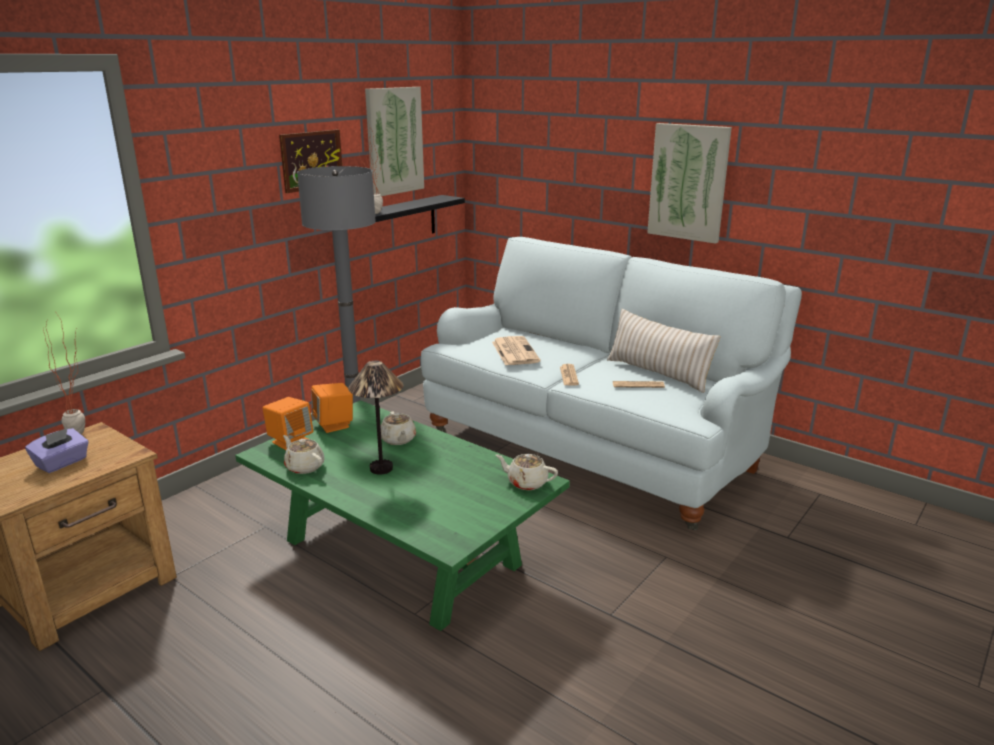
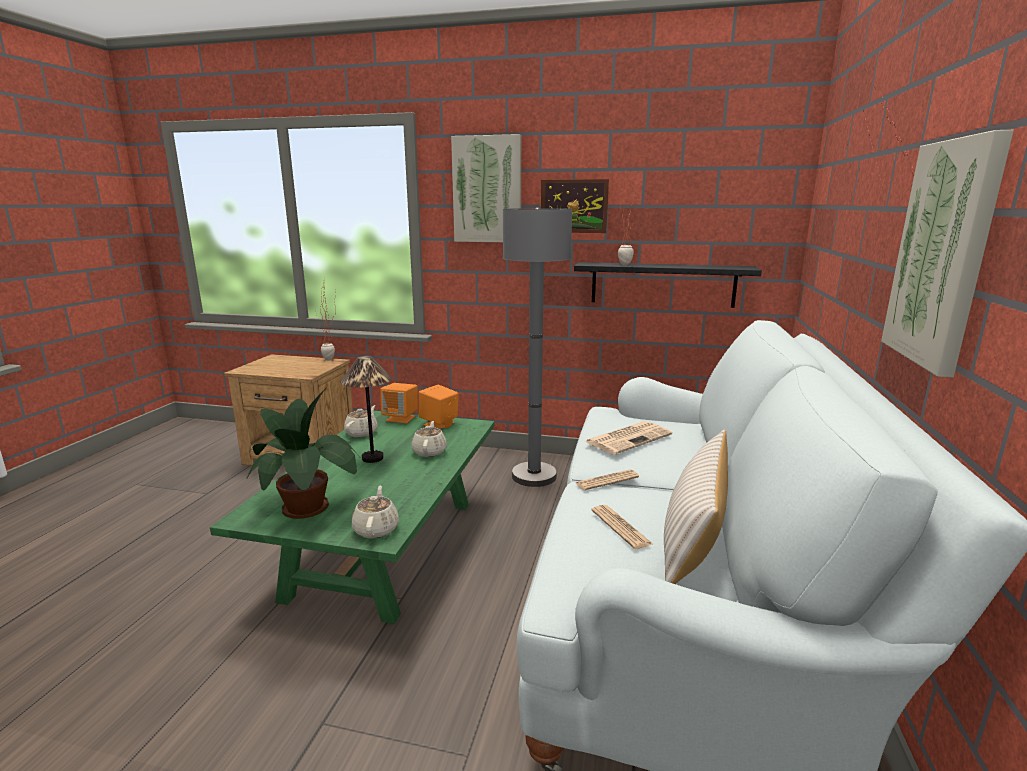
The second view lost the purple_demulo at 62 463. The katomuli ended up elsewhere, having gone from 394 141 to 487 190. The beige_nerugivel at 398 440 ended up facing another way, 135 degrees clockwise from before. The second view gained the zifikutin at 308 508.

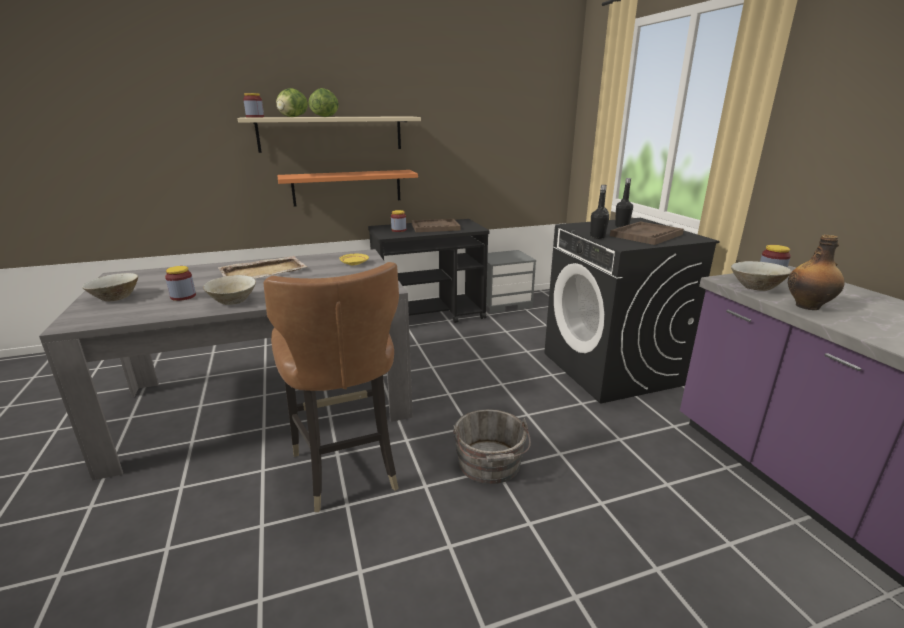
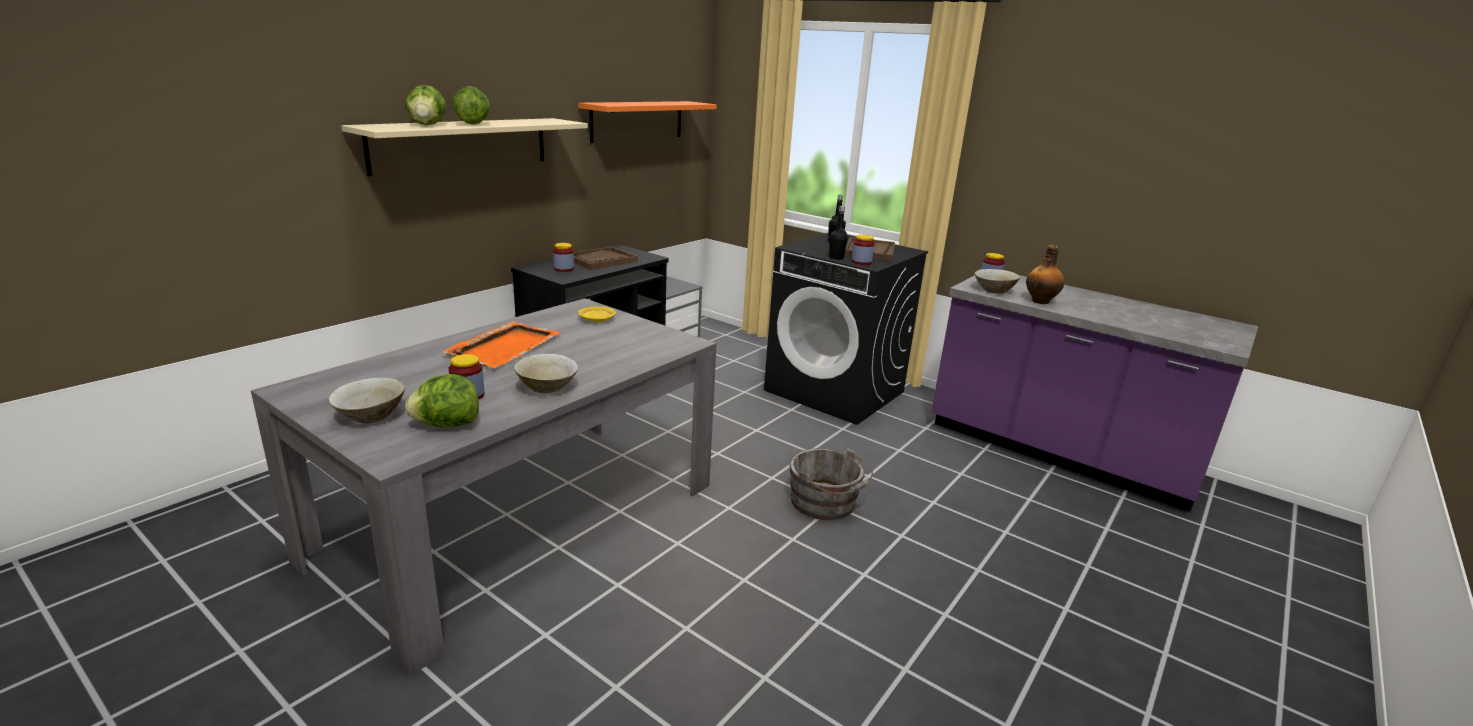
What was the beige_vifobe at 264 271 turned into the orange_vifobe at 505 347. The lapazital ended up elsewhere, having gone from 255 117 to 861 262. The second view lost the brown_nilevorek at 347 468. The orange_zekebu ended up elsewhere, having gone from 347 187 to 637 120. The second view gained the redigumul at 447 425.

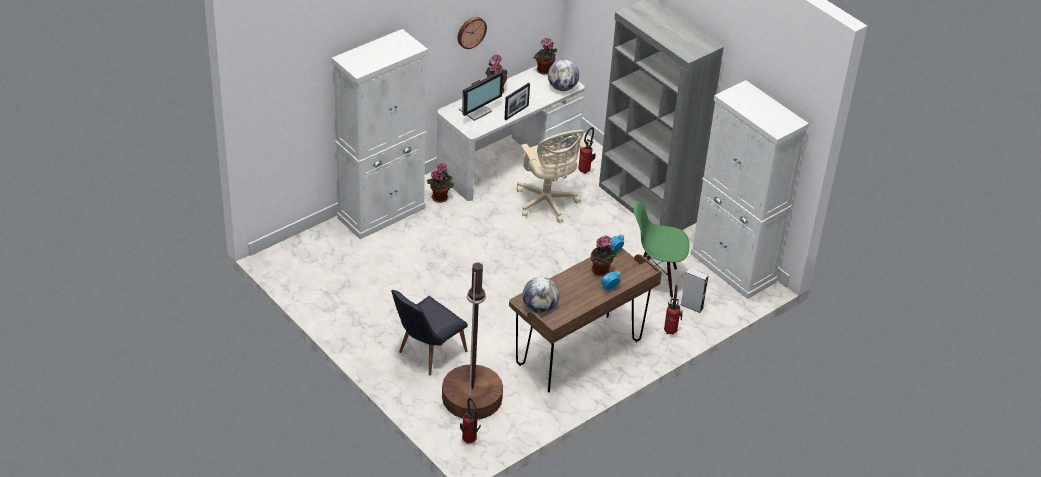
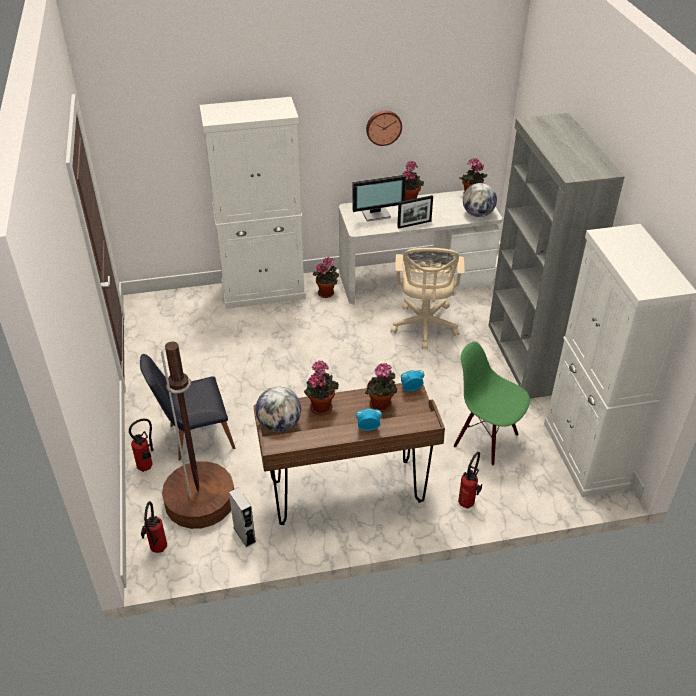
The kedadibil ended up elsewhere, having gone from 586 170 to 148 467. The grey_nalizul ended up elsewhere, having gone from 691 306 to 244 534. The second view gained the zifikutin at 321 406.

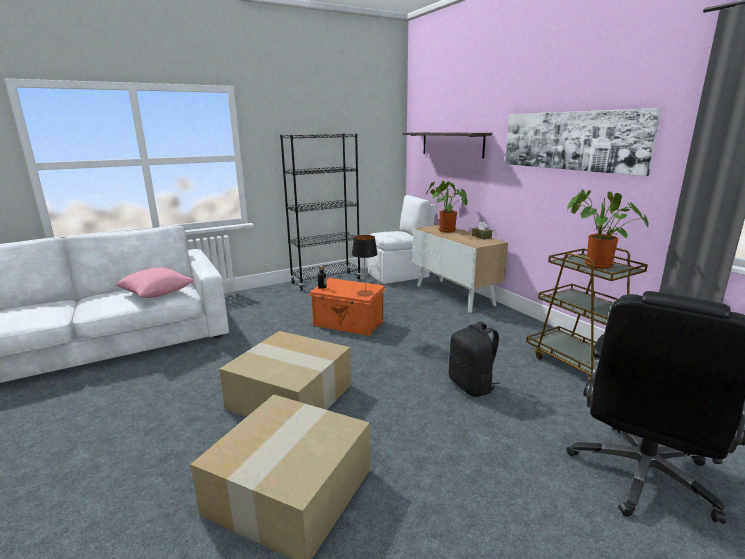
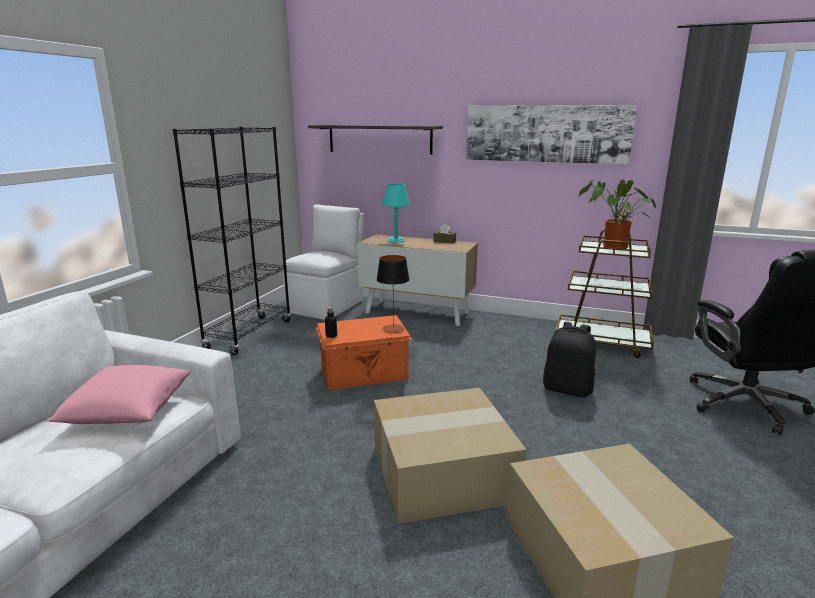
Where the zifikutin stood at 445 230, the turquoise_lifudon came to stand at 396 240.

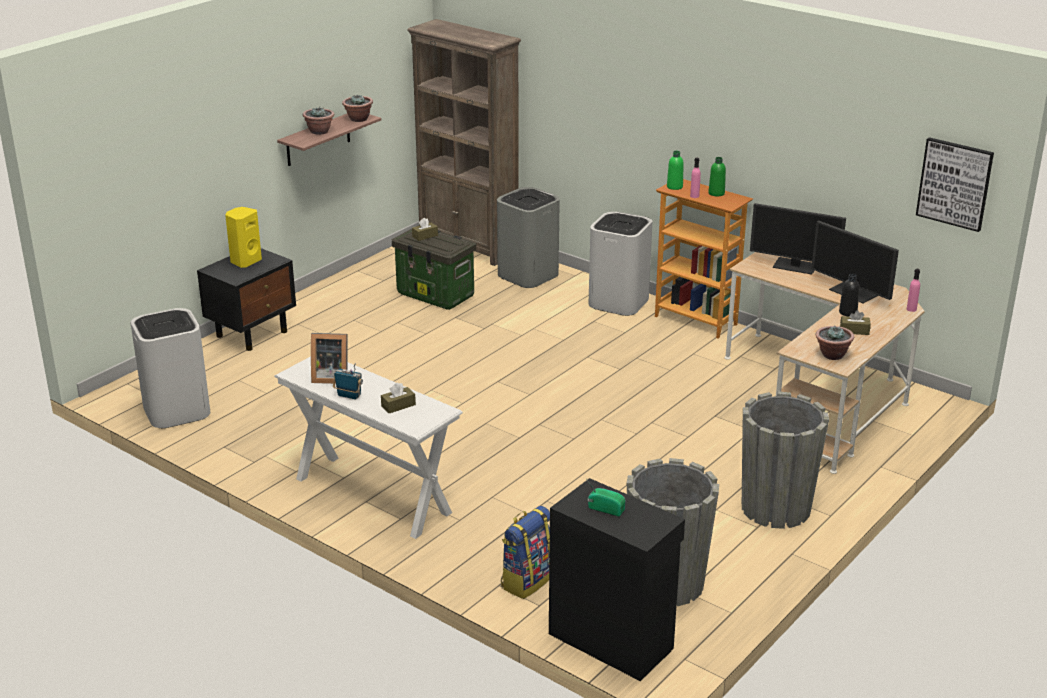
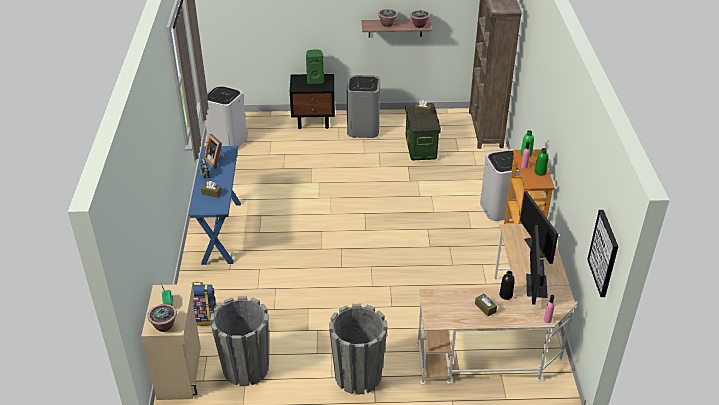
What was the yellow_nalizul at 245 261 turned into the green_nalizul at 315 80. What was the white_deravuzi at 372 495 turned into the blue_deravuzi at 221 232. The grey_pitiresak ended up elsewhere, having gone from 528 274 to 363 129. What was the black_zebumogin at 611 639 turned into the beige_zebumogin at 180 372. The zifikutin ended up elsewhere, having gone from 832 355 to 164 326.

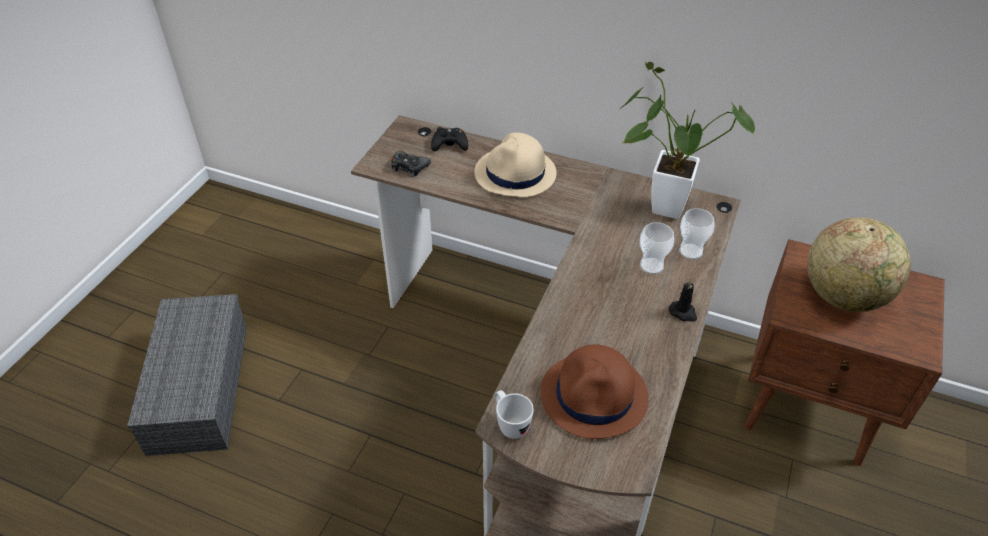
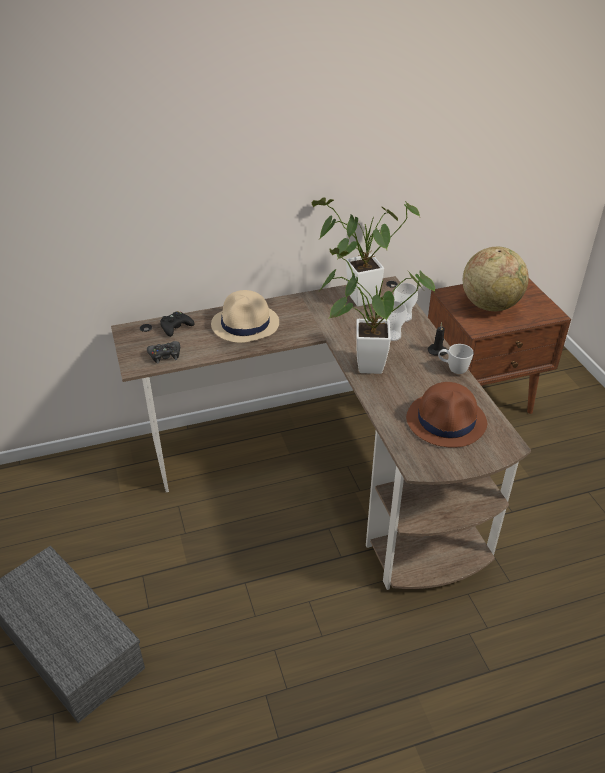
The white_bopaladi ended up elsewhere, having gone from 510 424 to 453 369. The second view gained the zifikutin at 362 366.

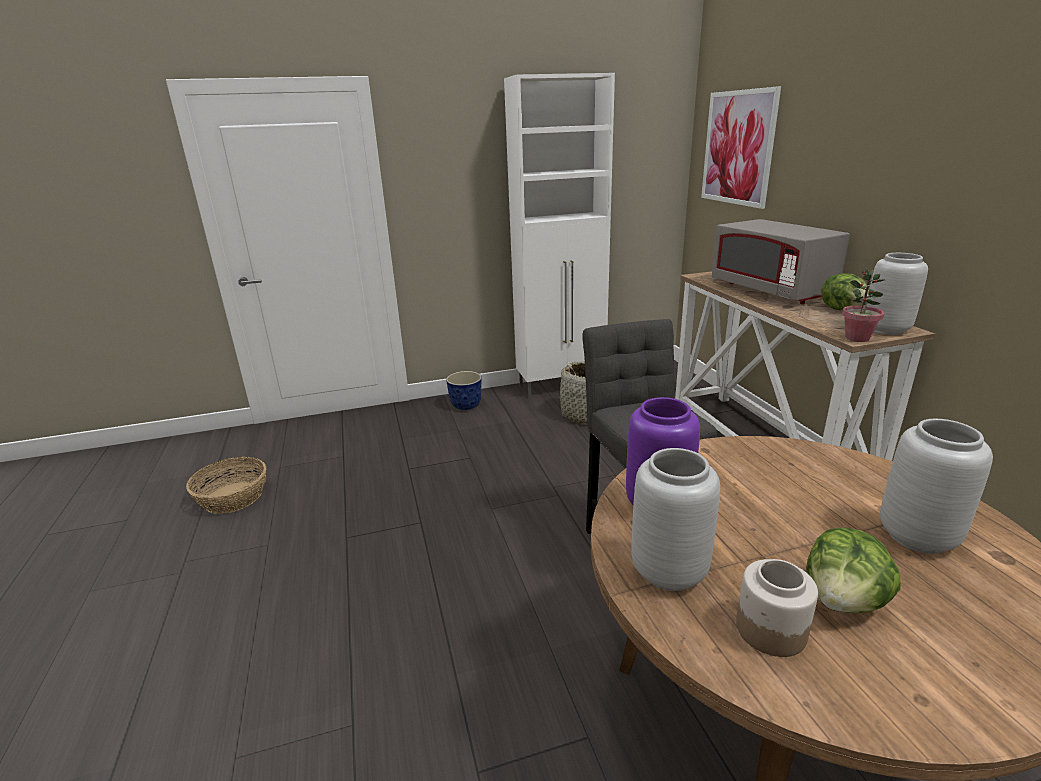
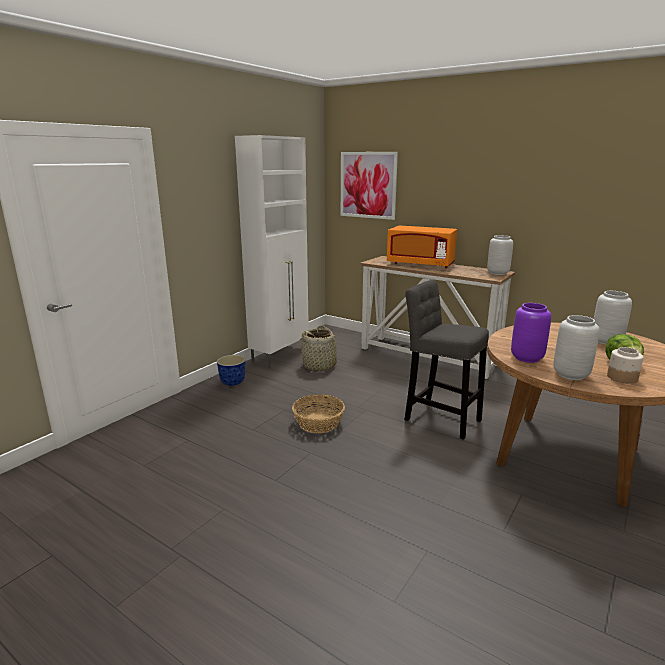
The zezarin ended up elsewhere, having gone from 233 498 to 319 423. What was the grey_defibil at 771 290 turned into the orange_defibil at 420 264. The second view lost the redigumul at 842 309. The second view lost the zifikutin at 857 338.

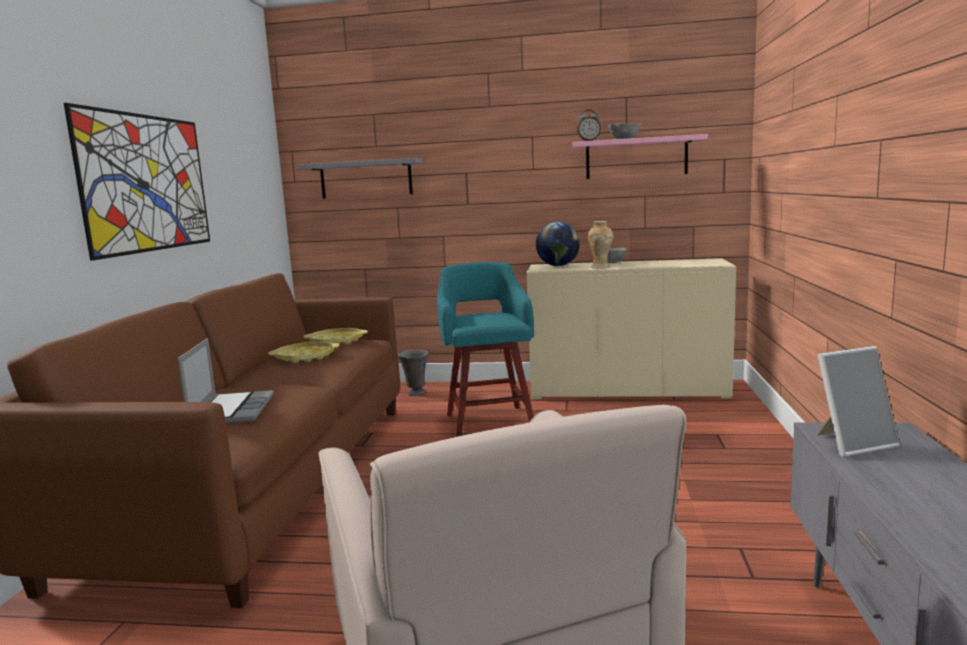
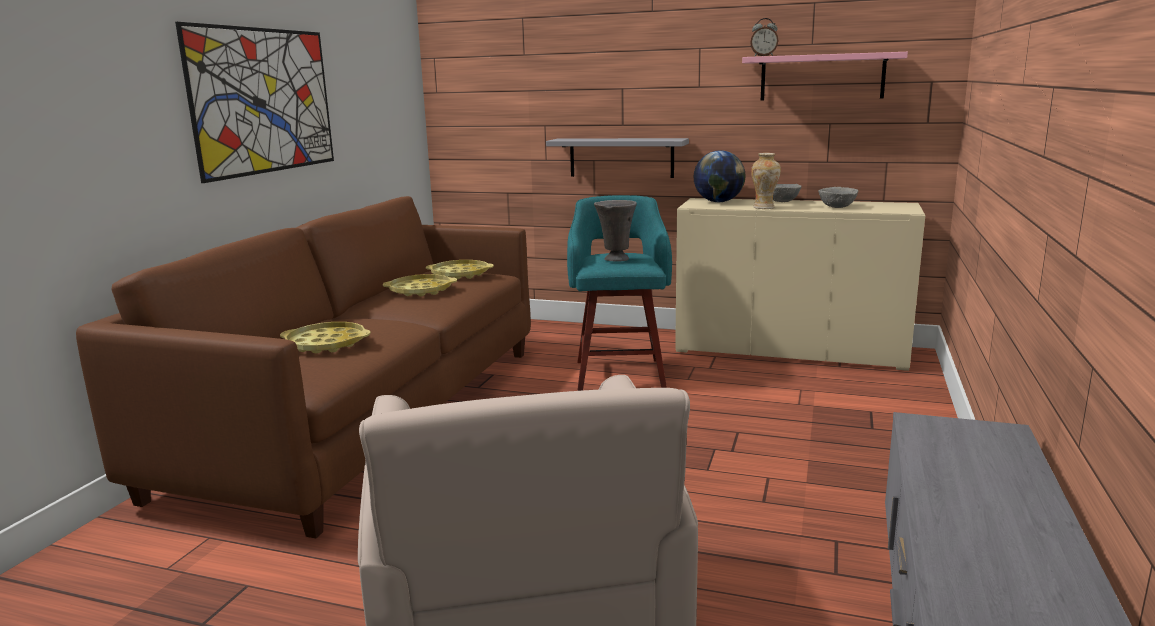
Where the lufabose stood at 231 410, the yellow_vifobe came to stand at 326 344. The grey_zekebu ended up elsewhere, having gone from 366 179 to 621 157. The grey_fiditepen ended up elsewhere, having gone from 415 393 to 615 259. The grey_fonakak ended up elsewhere, having gone from 624 139 to 837 207. The second view lost the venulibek at 852 443.

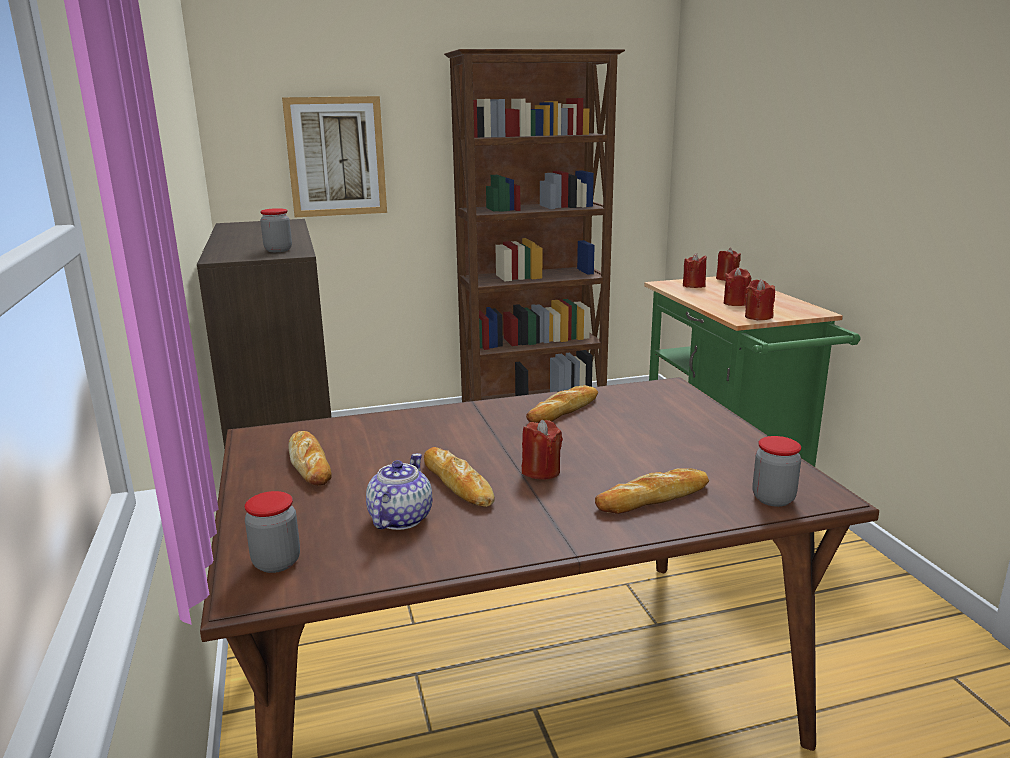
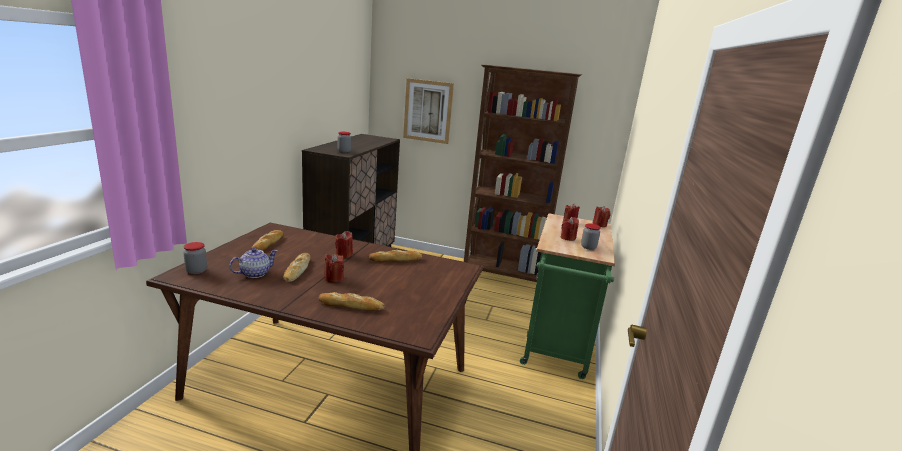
The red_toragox ended up elsewhere, having gone from 758 317 to 344 254. The lapazital ended up elsewhere, having gone from 773 499 to 588 247.

